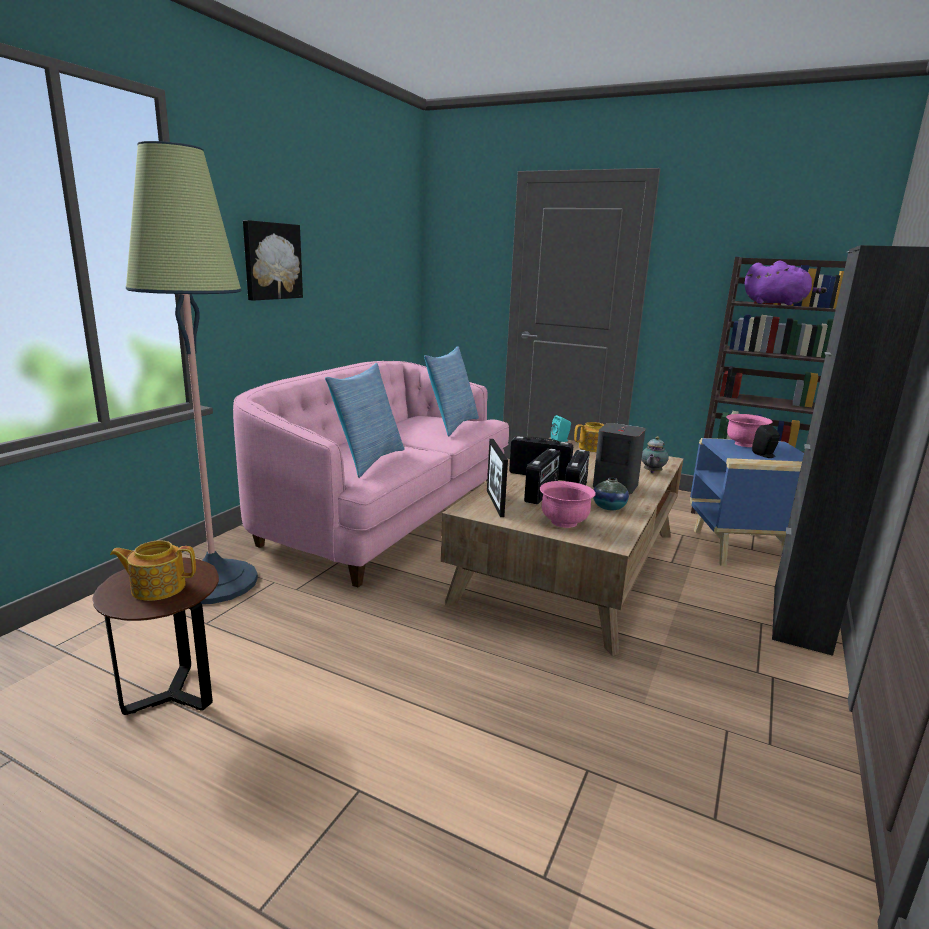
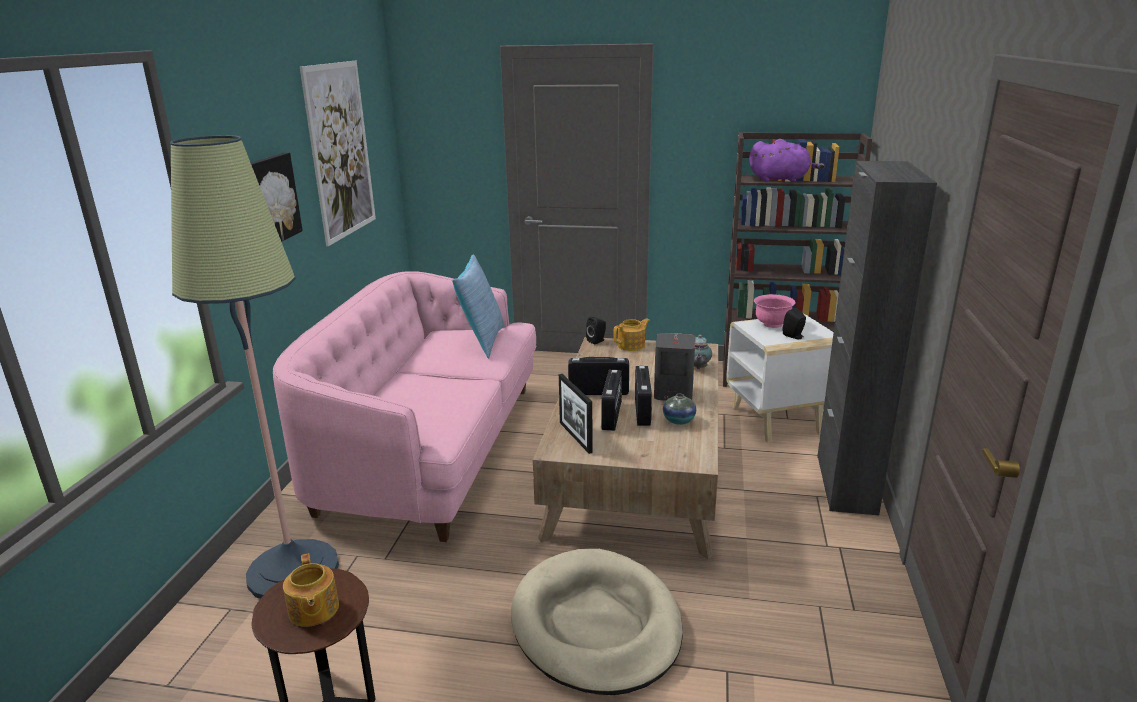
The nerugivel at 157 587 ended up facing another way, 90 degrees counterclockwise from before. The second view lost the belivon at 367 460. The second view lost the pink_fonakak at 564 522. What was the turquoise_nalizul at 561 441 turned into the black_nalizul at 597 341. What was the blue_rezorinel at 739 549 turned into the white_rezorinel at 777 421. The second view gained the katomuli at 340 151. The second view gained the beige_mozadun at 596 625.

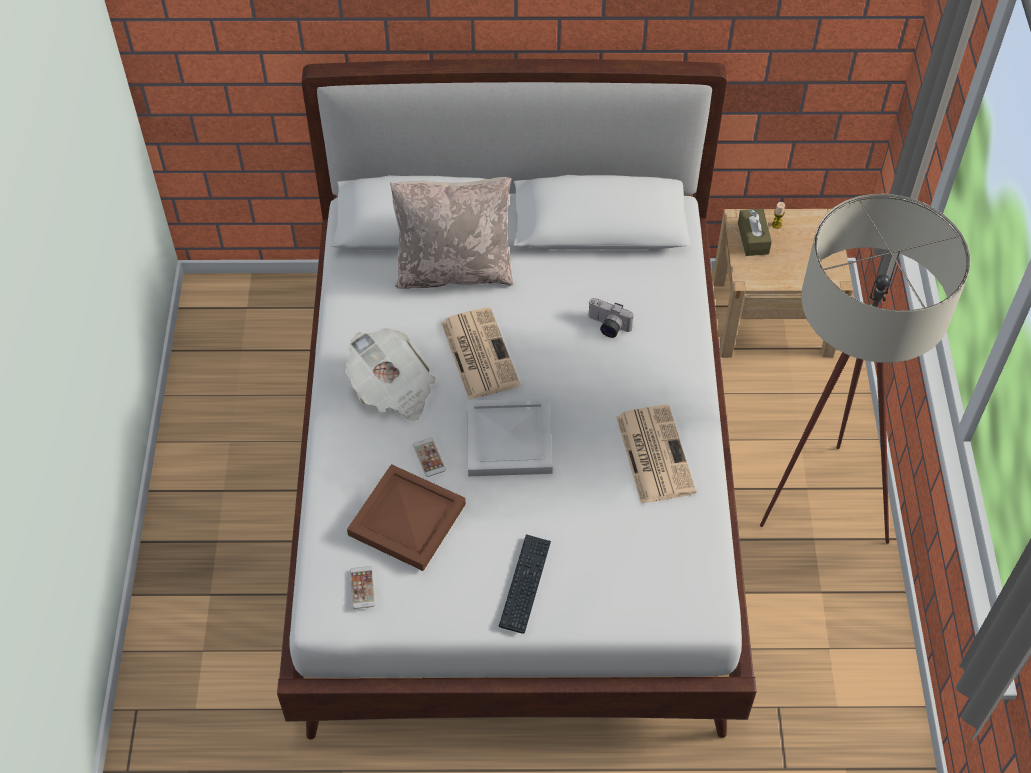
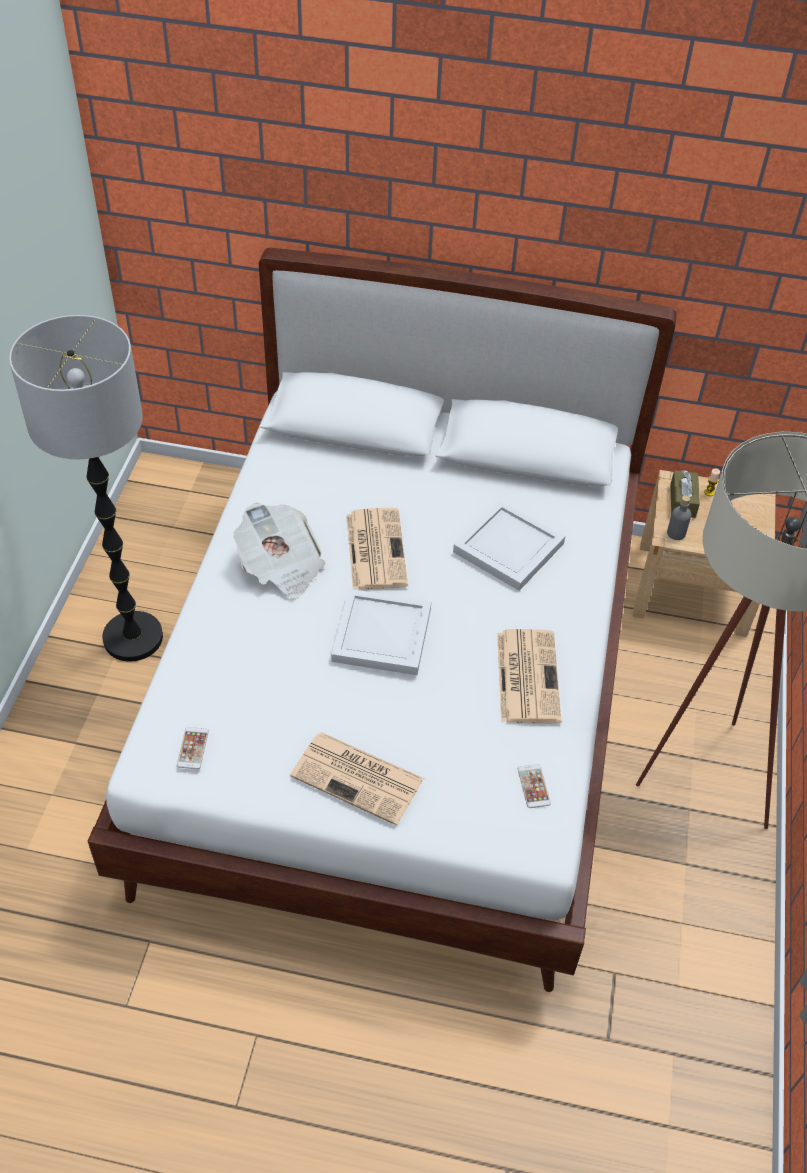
The second view lost the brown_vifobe at 409 519. The second view lost the beige_belivon at 454 269. The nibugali ended up elsewhere, having gone from 429 457 to 533 786. Where the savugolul stood at 525 584, the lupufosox came to stand at 359 778. Where the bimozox stood at 607 327, the white_vifobe came to stand at 510 547. The second view gained the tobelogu at 133 638. The second view gained the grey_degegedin at 676 533.

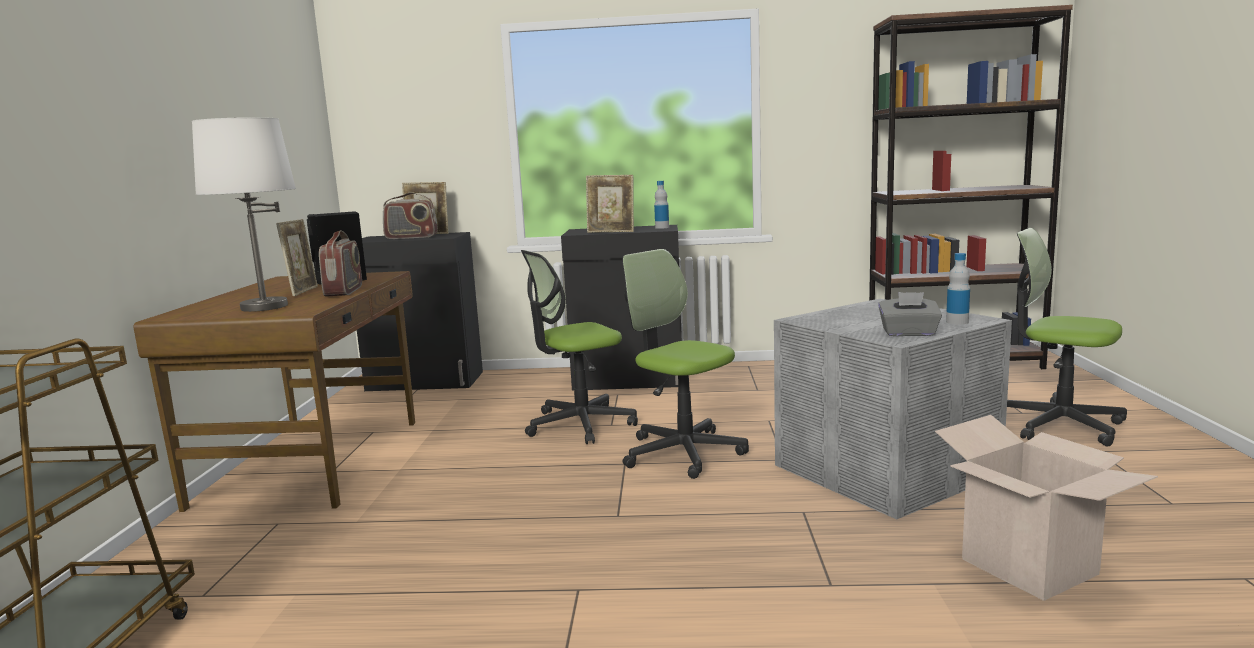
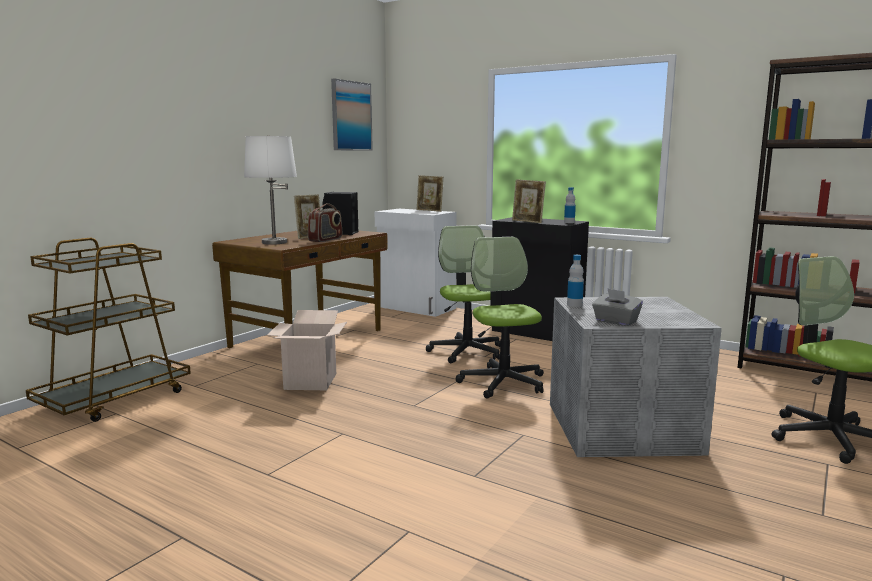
What was the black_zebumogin at 425 381 turned into the white_zebumogin at 416 308. The second view lost the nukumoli at 411 237. The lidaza at 580 424 ended up facing another way, 75 degrees clockwise from before. The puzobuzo ended up elsewhere, having gone from 1029 567 to 310 381. The degegedin ended up elsewhere, having gone from 957 322 to 574 304. The second view gained the katomuli at 351 116.

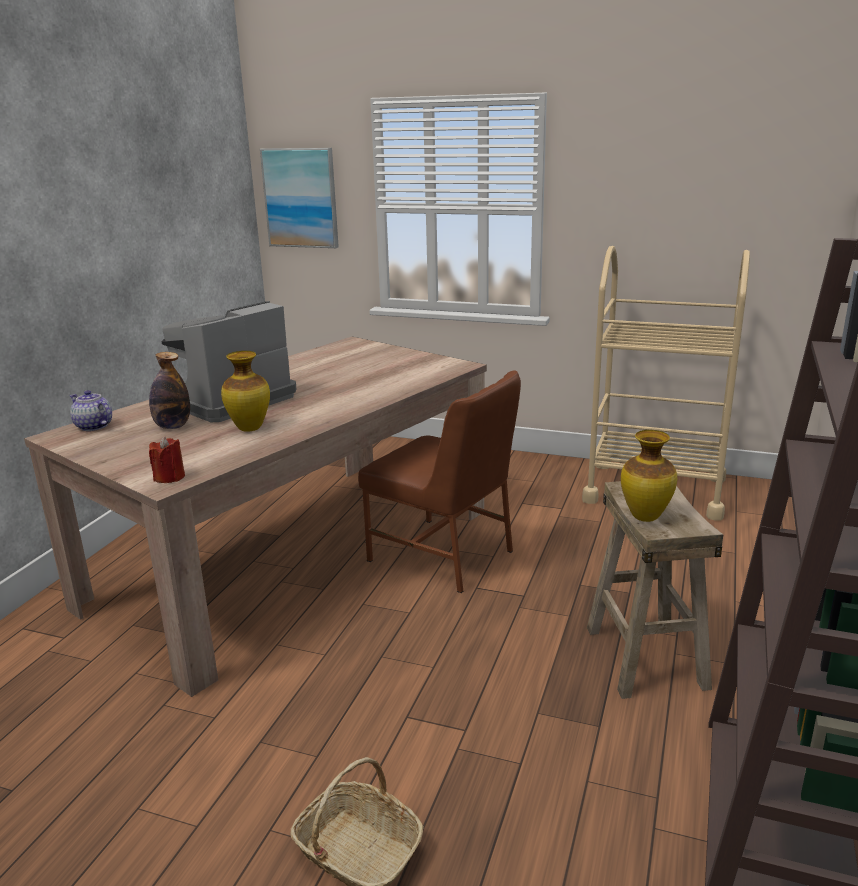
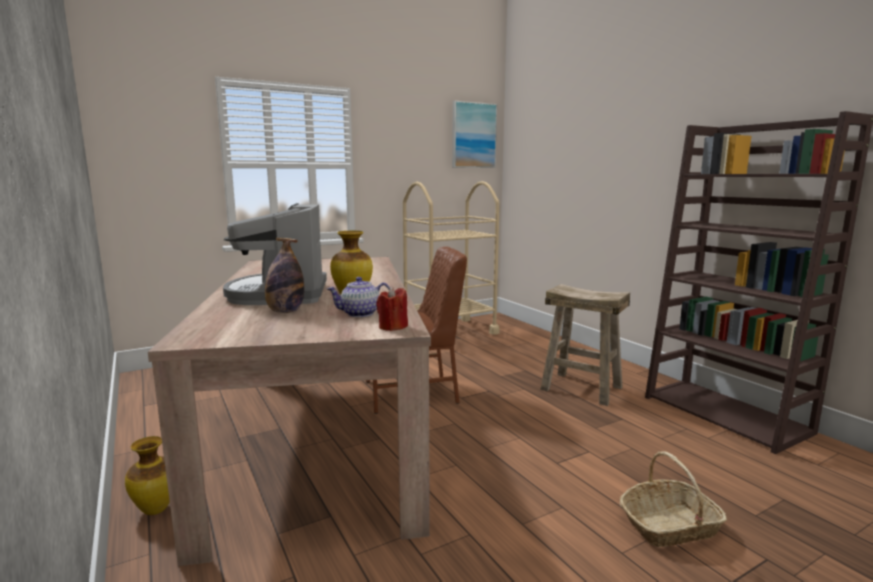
The nerugivel ended up elsewhere, having gone from 93 426 to 360 314. The katomuli ended up elsewhere, having gone from 301 198 to 473 135. The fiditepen ended up elsewhere, having gone from 646 517 to 156 509.

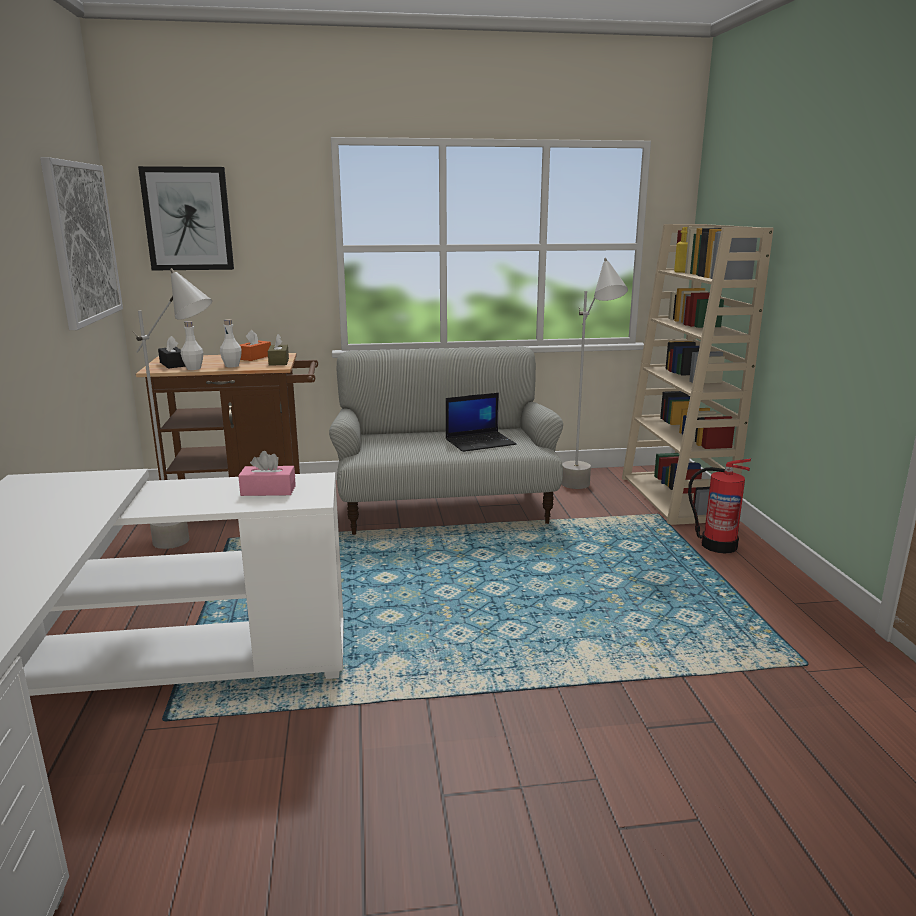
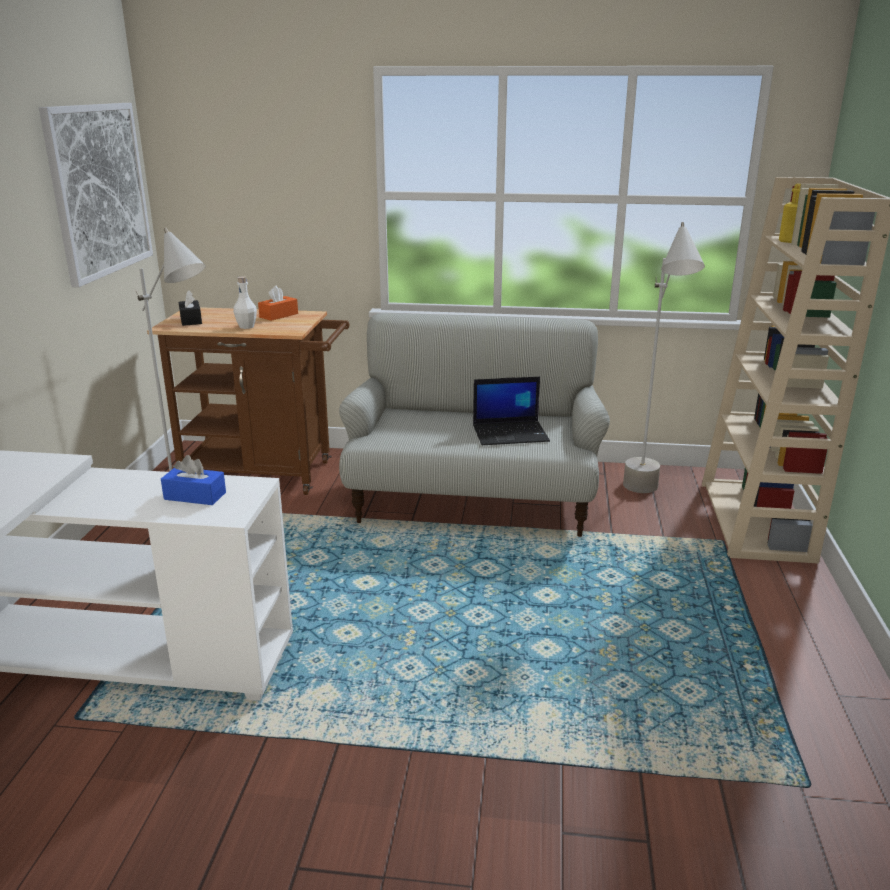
The second view lost the katomuli at 188 219. The second view lost the white_degegedin at 193 368. What was the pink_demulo at 268 490 turned into the blue_demulo at 195 496. The second view lost the brown_demulo at 279 362. The second view lost the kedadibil at 717 545.

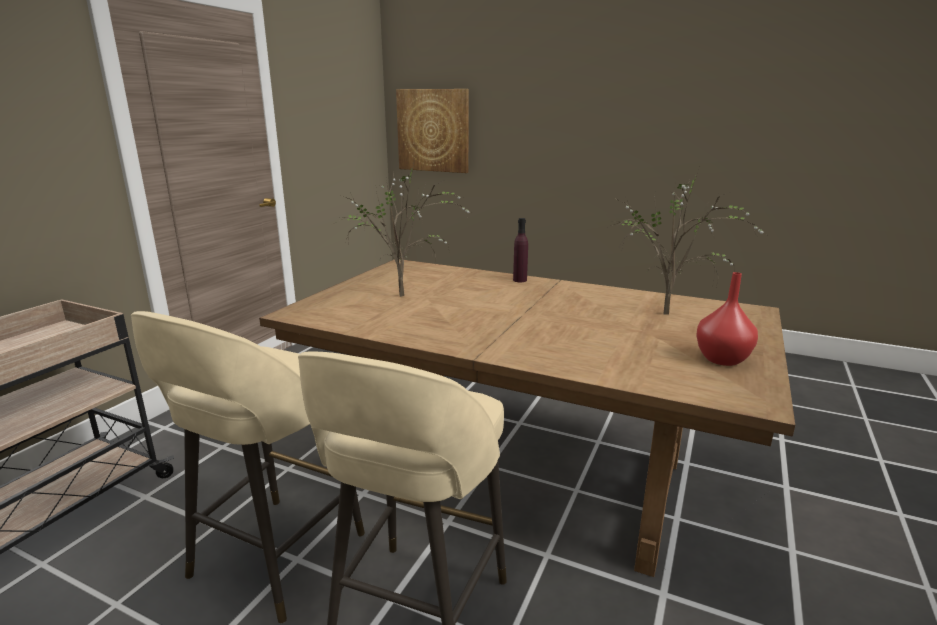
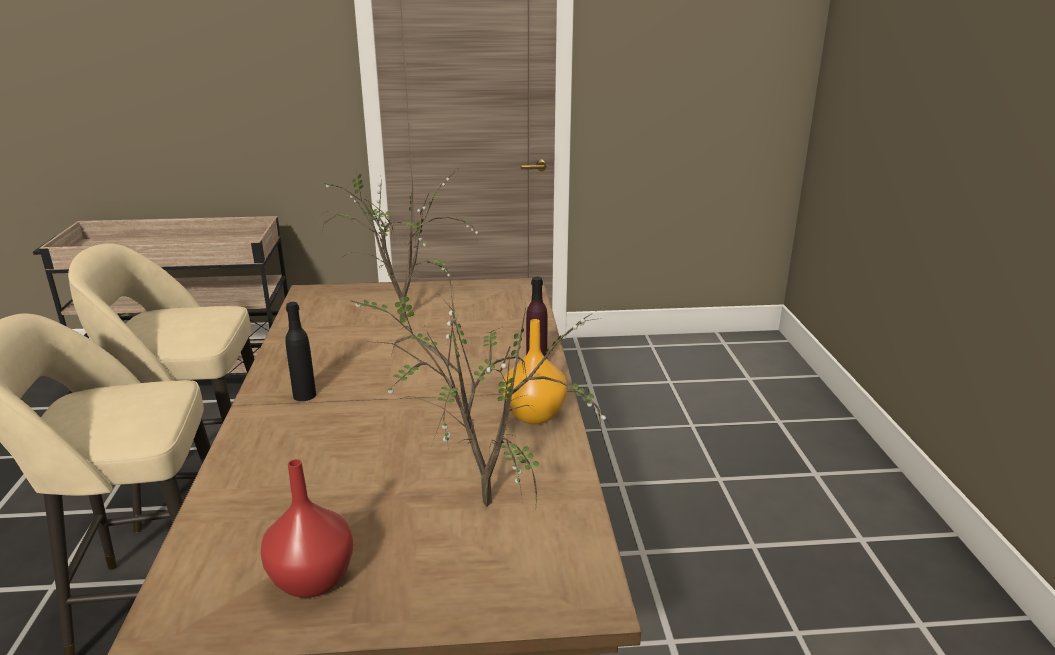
The second view lost the katomuli at 433 130. The second view gained the black_degegedin at 304 395. The second view gained the orange_fiditepen at 533 414.

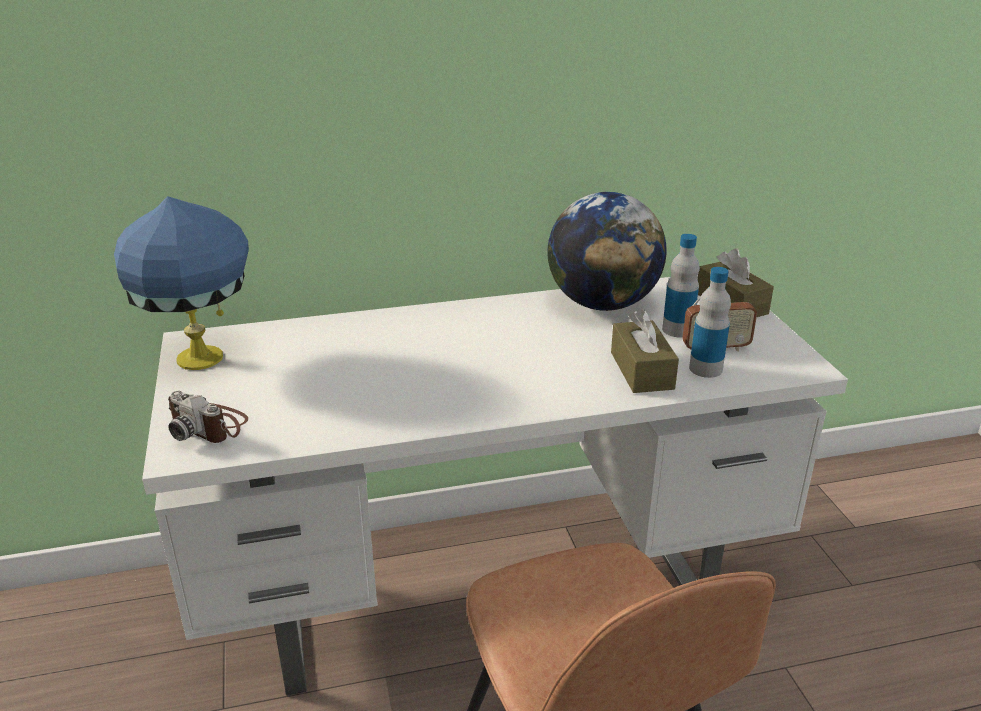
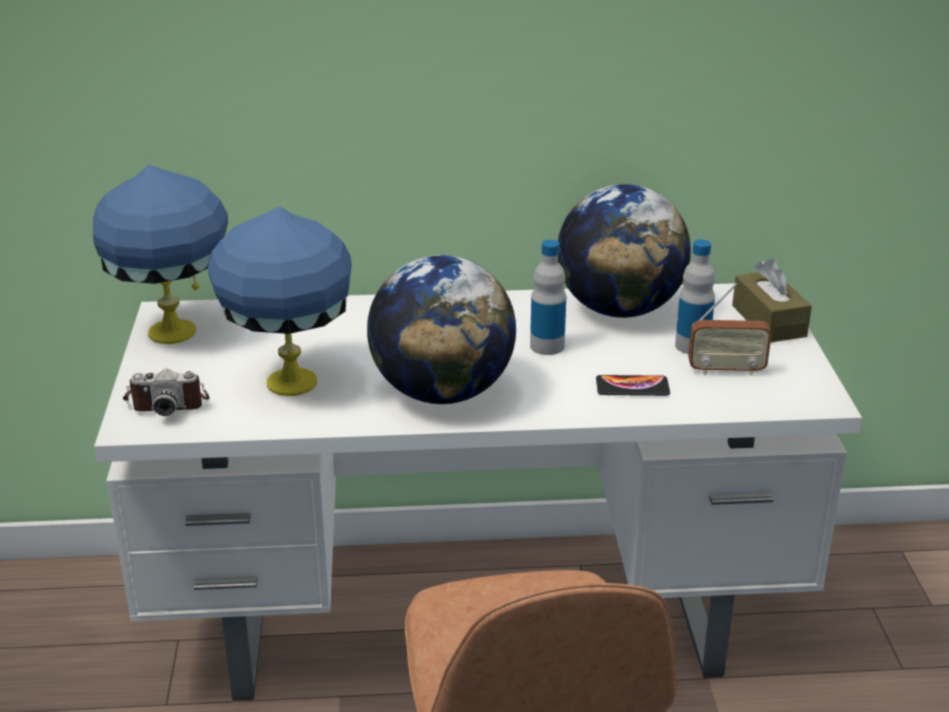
The bimozox at 209 426 ended up facing another way, 45 degrees counterclockwise from before. Where the brown_demulo stood at 641 370, the nibugali came to stand at 632 387. The degegedin ended up elsewhere, having gone from 705 369 to 547 346. The second view gained the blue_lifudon at 289 384. The second view gained the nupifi at 443 392.

